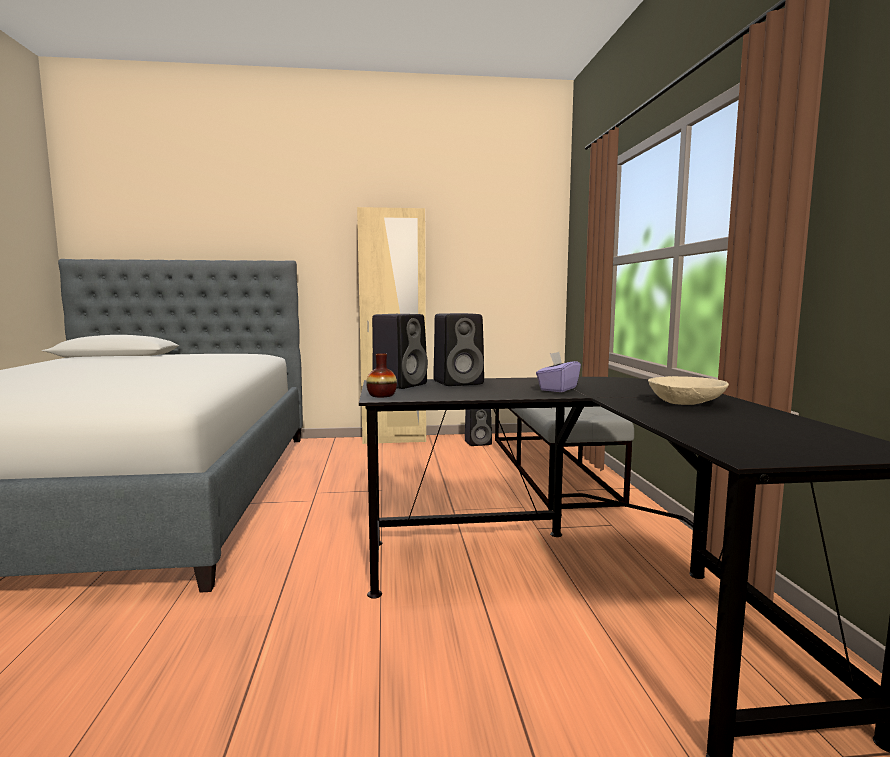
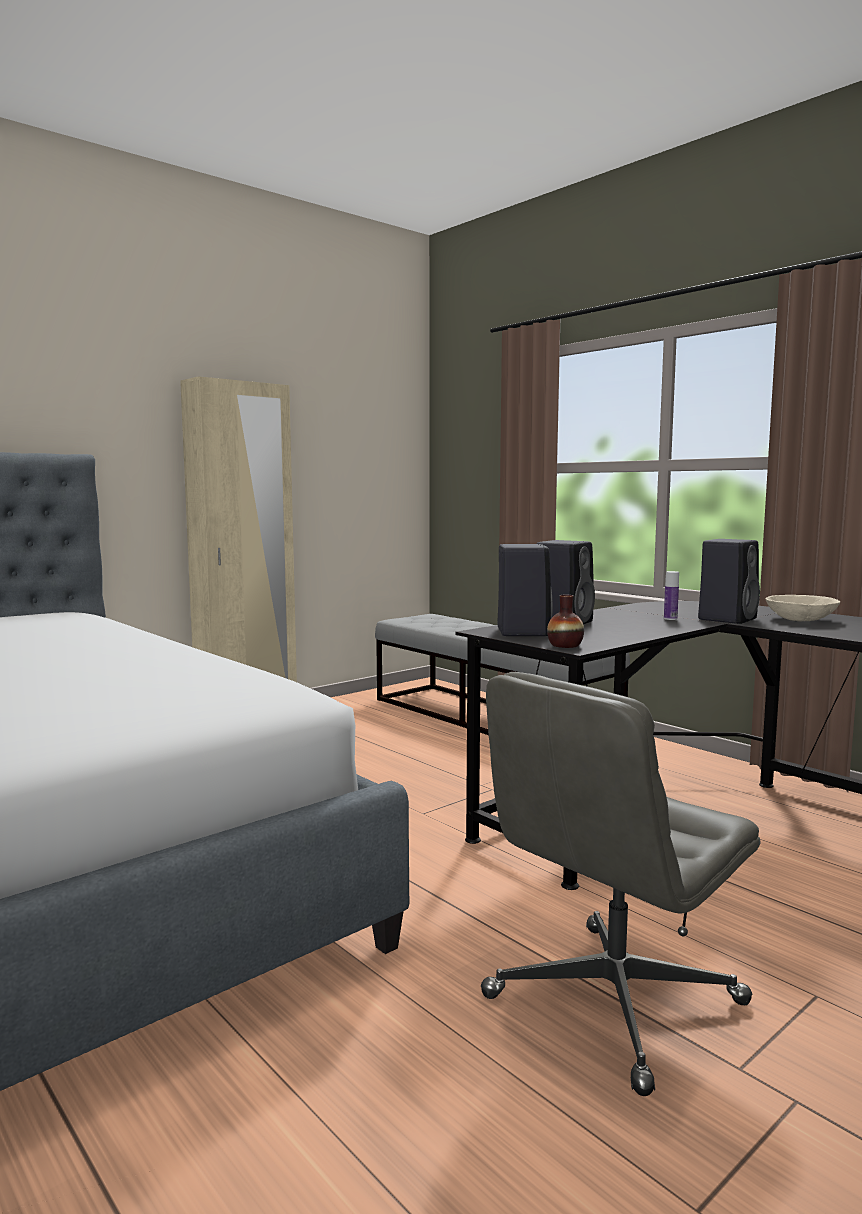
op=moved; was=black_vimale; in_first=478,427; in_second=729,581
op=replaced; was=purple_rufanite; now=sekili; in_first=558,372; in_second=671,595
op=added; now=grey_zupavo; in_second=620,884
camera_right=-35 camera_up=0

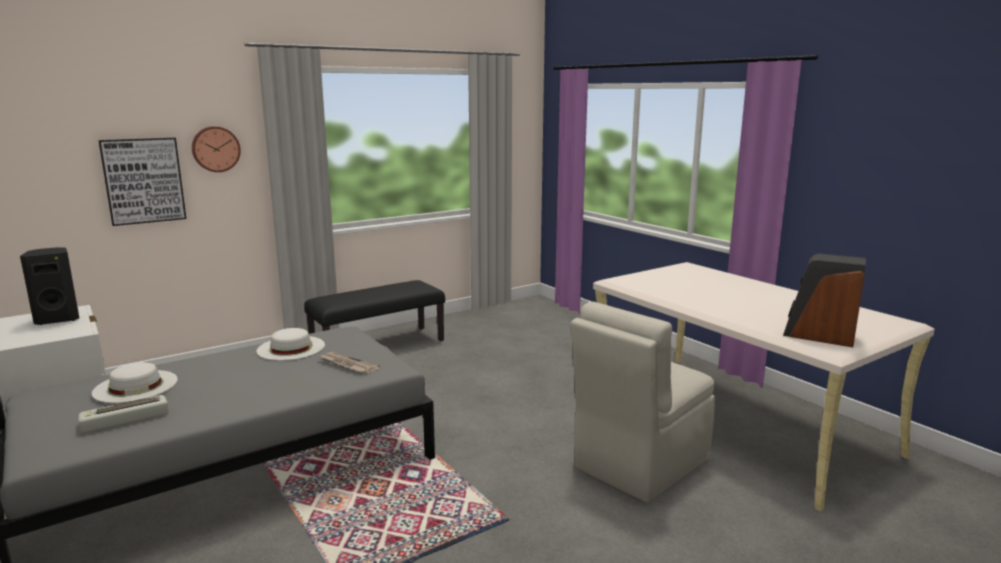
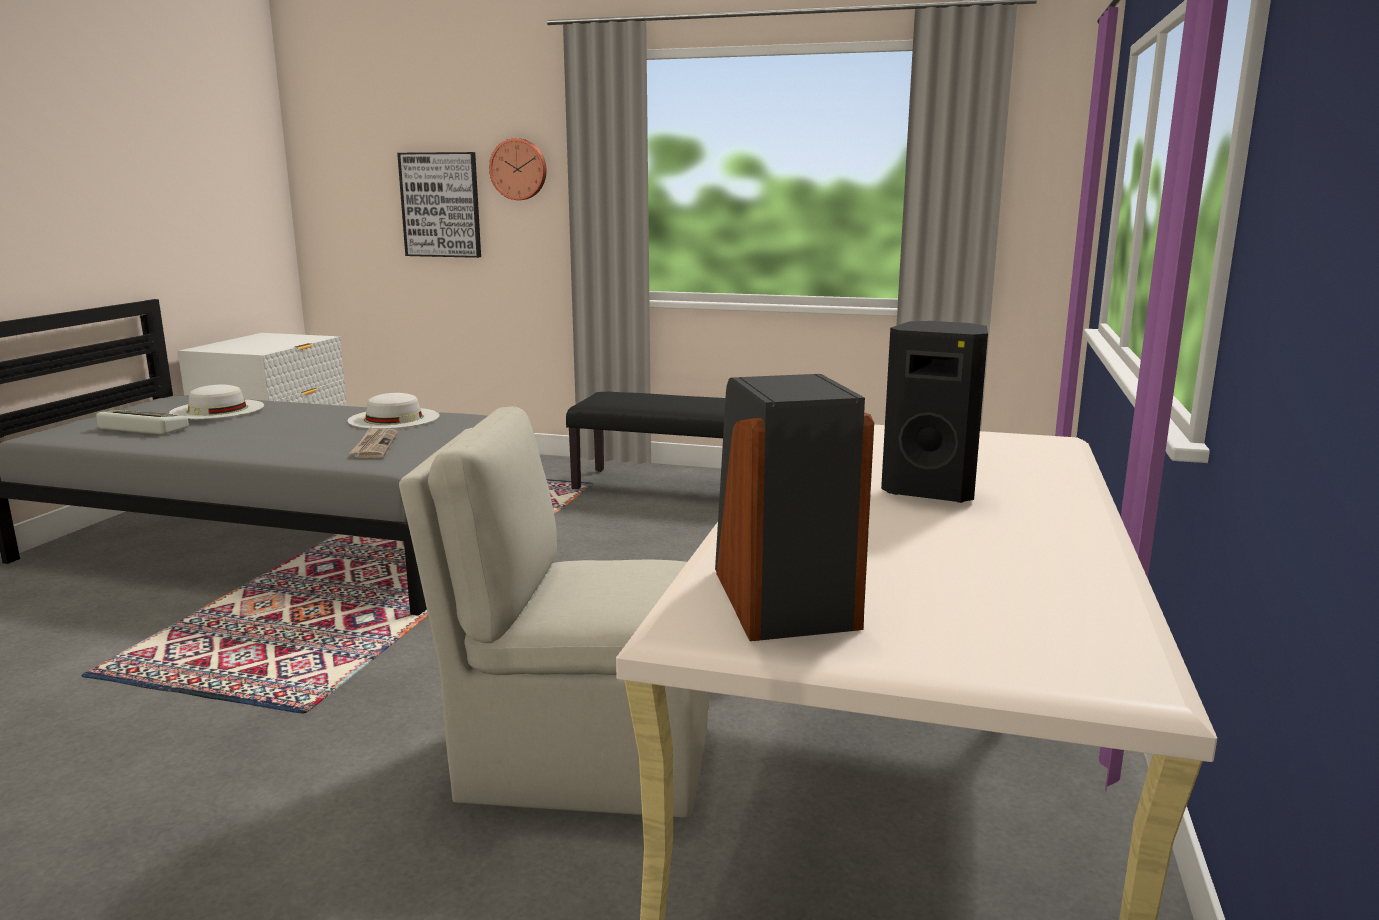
op=moved; was=black_vimale; in_first=49,286; in_second=934,412
camera_right=50 camera_up=0

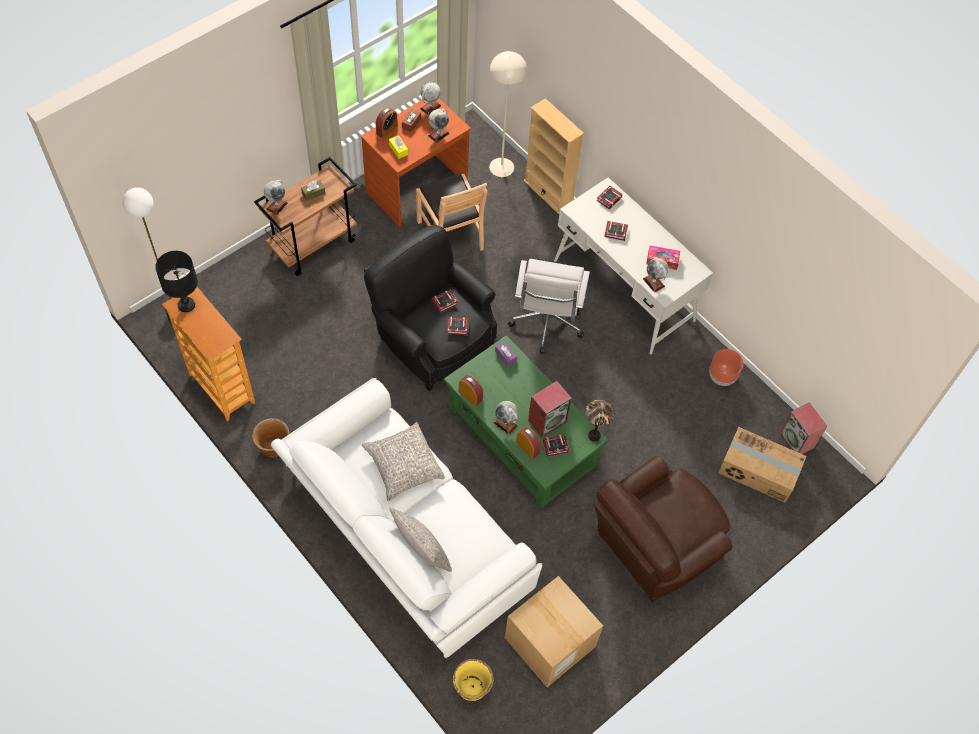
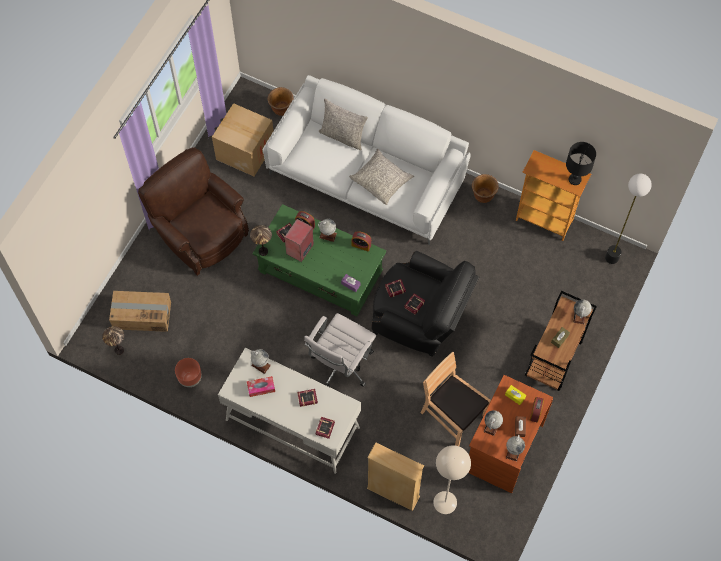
op=recoloured; was=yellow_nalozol; now=brown_nalozol; in_first=473,680; in_second=281,101
op=turned; was=white_zupavo; in_first=549,306; in_second=340,350; clockwise=-135
op=turned; was=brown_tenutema; in_first=662,529; in_second=193,211; clockwise=-75
op=replaced; was=vimale; now=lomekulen; in_first=803,428; in_second=113,340
camera_right=160 camera_up=5

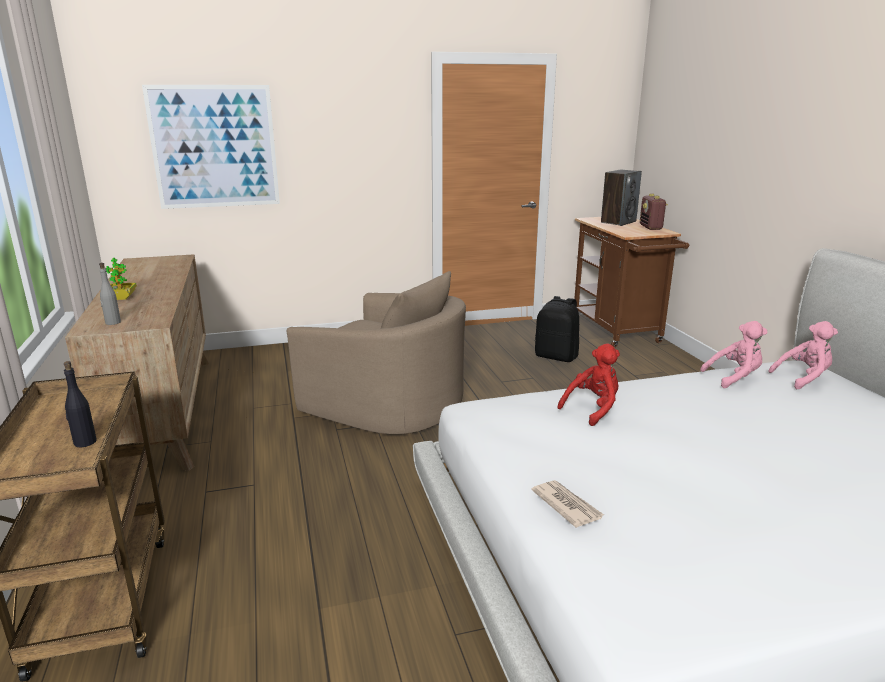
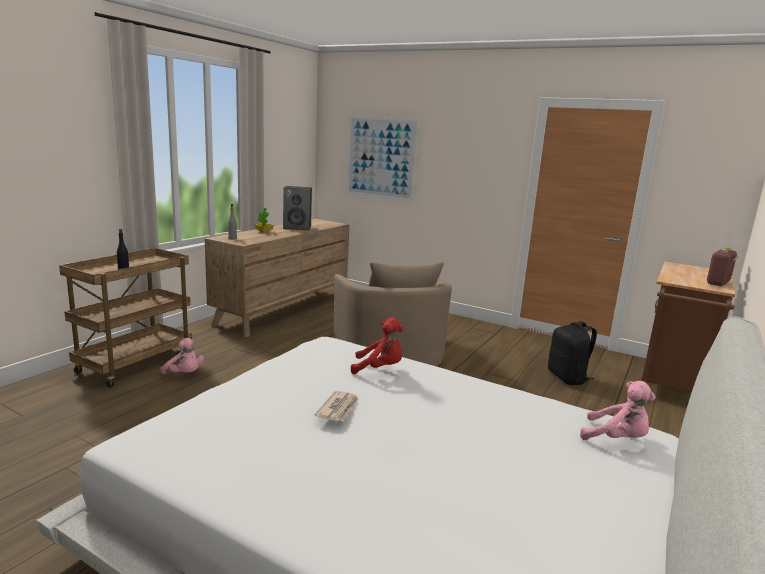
op=moved; was=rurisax; in_first=567,504; in_second=336,406
op=moved; was=vimale; in_first=621,198; in_second=297,208
op=moved; was=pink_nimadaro; in_first=734,354; in_second=182,356
camera_right=45 camera_up=-5

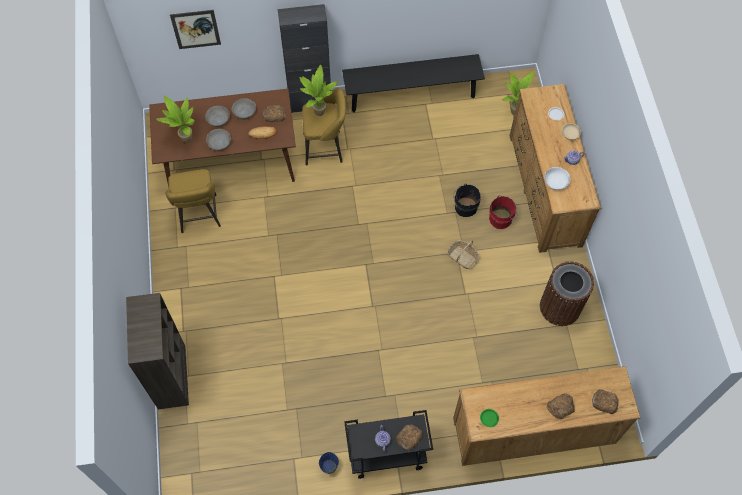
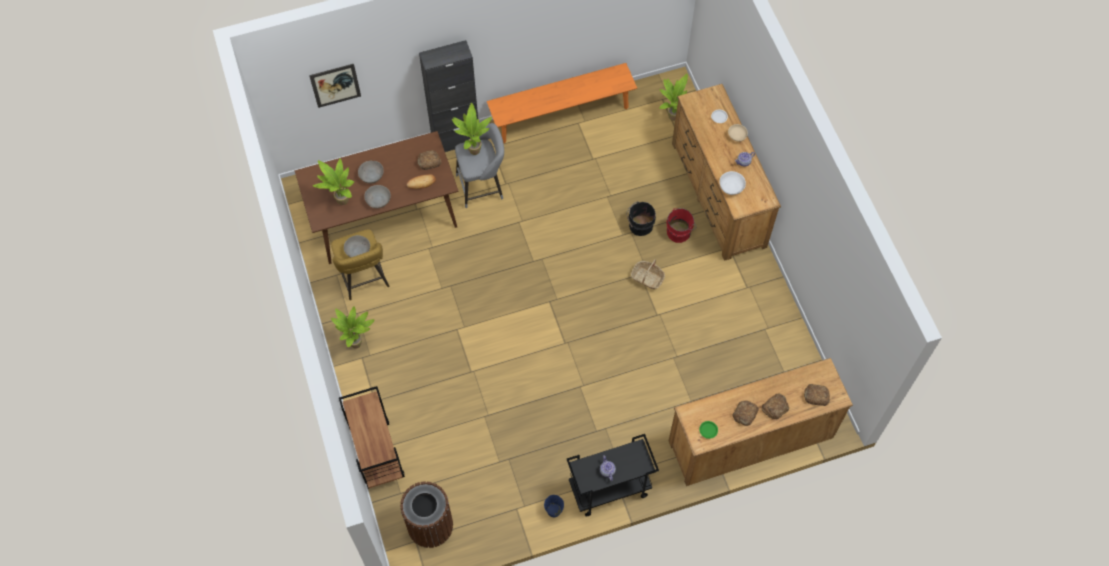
op=replaced; was=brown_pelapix; now=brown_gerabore; in_first=157,351; in_second=372,437
op=moved; was=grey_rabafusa; in_first=244,109; in_second=357,246
op=recoloured; was=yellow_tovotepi; now=grey_tovotepi; in_first=324,127; in_second=479,165
op=recoloured; was=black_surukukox; now=orange_surukukox; in_first=413,83; in_second=562,103
op=moved; was=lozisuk; in_first=409,438; in_second=745,413
op=moved; was=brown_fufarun; in_first=567,293; in_second=426,514
op=added; now=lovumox; in_second=352,327
camera_right=-10 camera_up=0

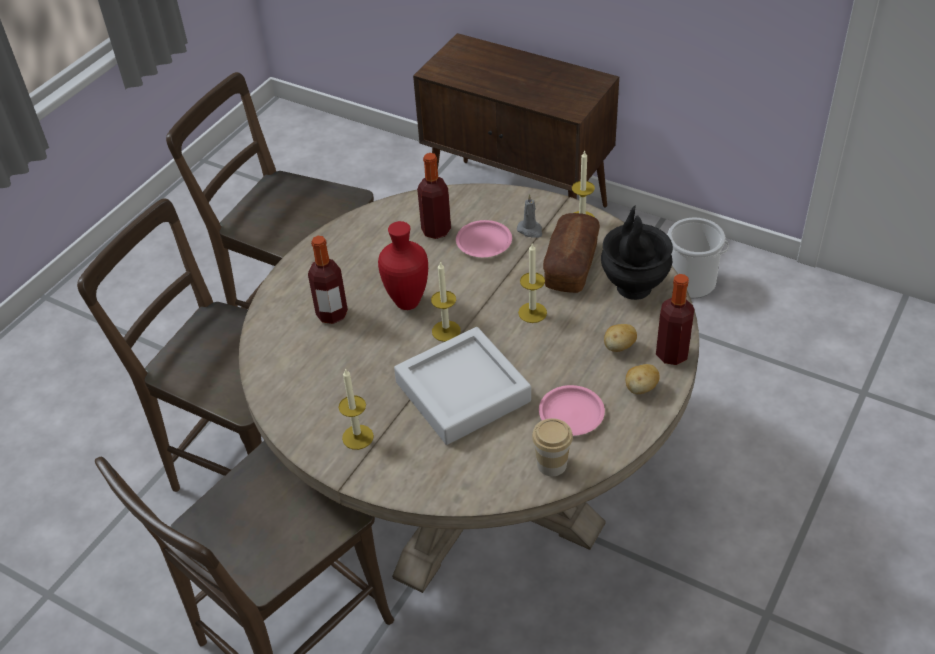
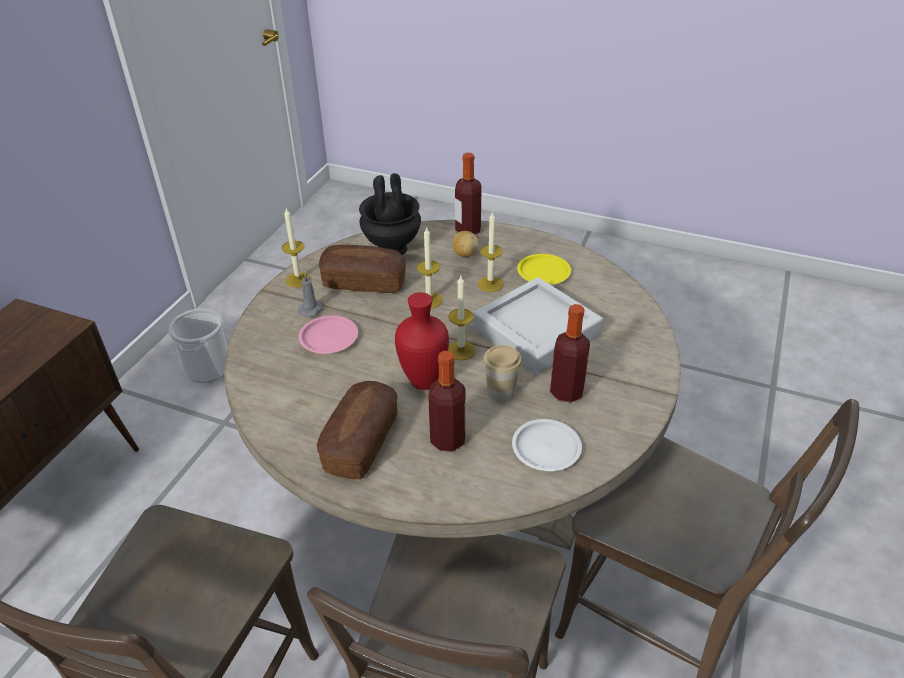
op=moved; was=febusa; in_first=356,409; in_second=490,251
op=moved; was=sekili; in_first=434,196; in_second=570,353
op=moved; was=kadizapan; in_first=552,447; in_second=502,373
op=recoloured; was=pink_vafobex; now=yellow_vafobex; in_first=572,410; in_second=544,269
op=removed; was=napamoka; in_first=643,379
op=added; now=lozisuk; in_second=357,430
op=added; now=white_vafobex; in_second=547,445
camera_right=-100 camera_up=-5

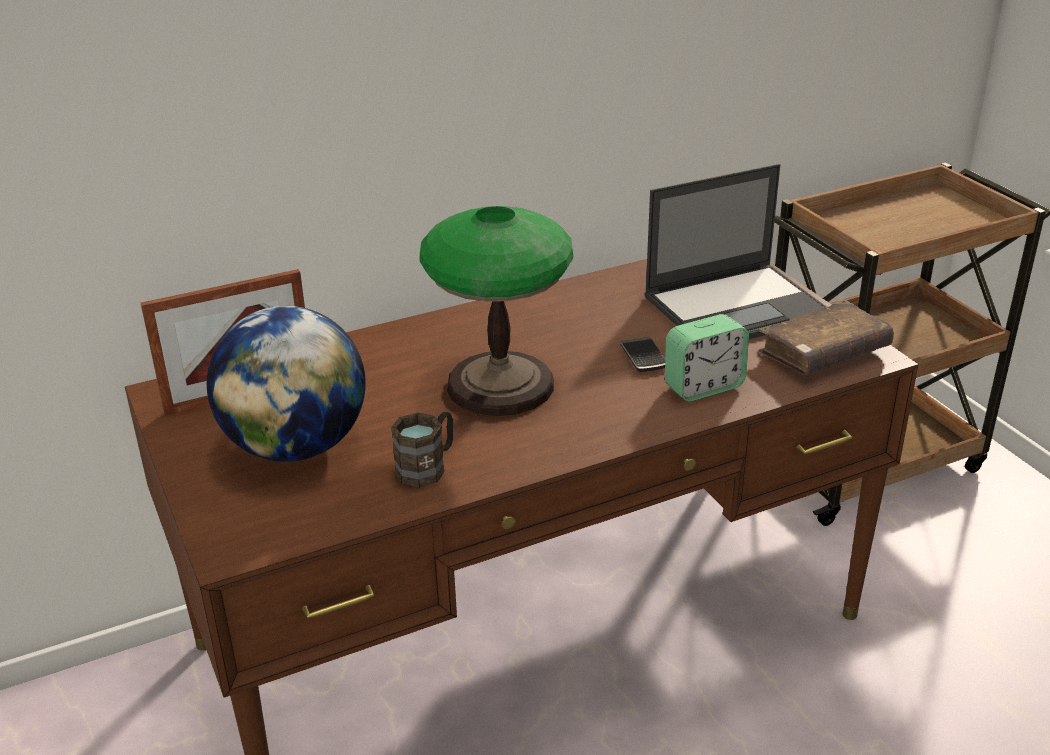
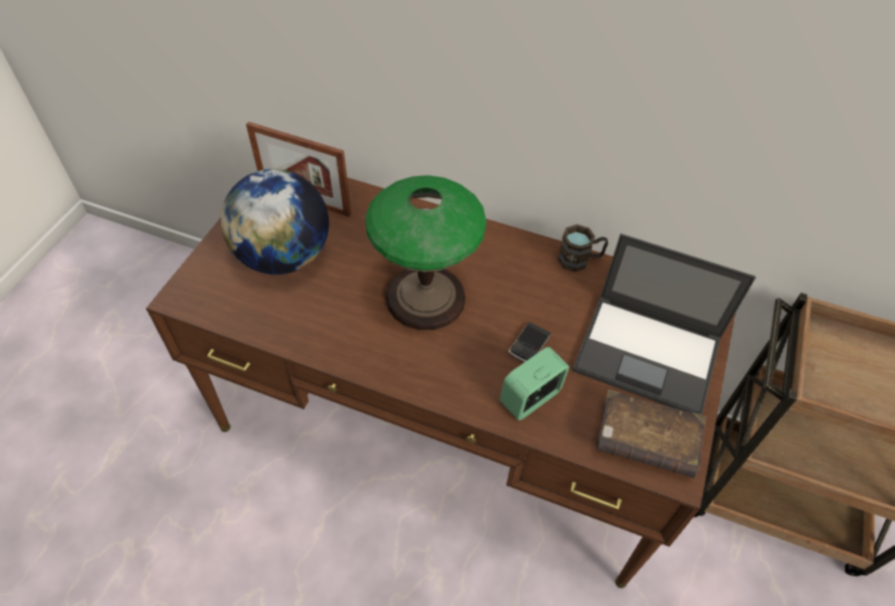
op=moved; was=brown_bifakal; in_first=422,450; in_second=582,248
op=turned; was=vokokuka; in_first=707,357; in_second=534,383; clockwise=120
camera_right=45 camera_up=20

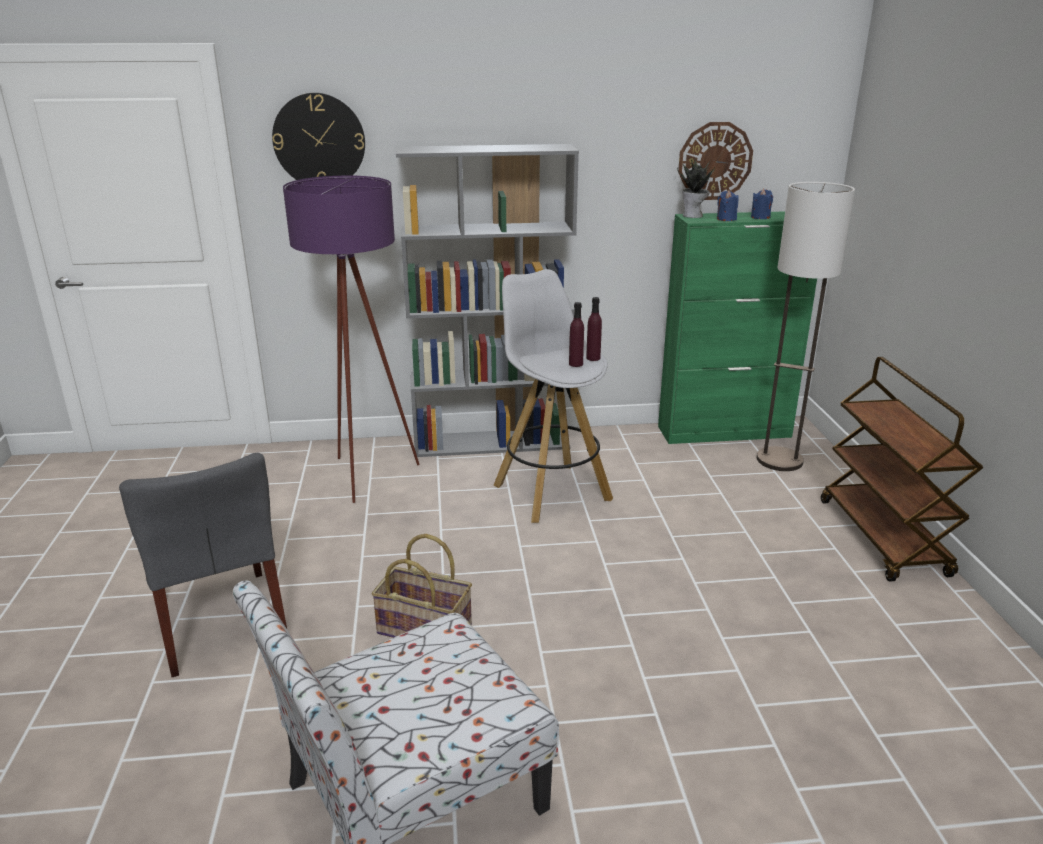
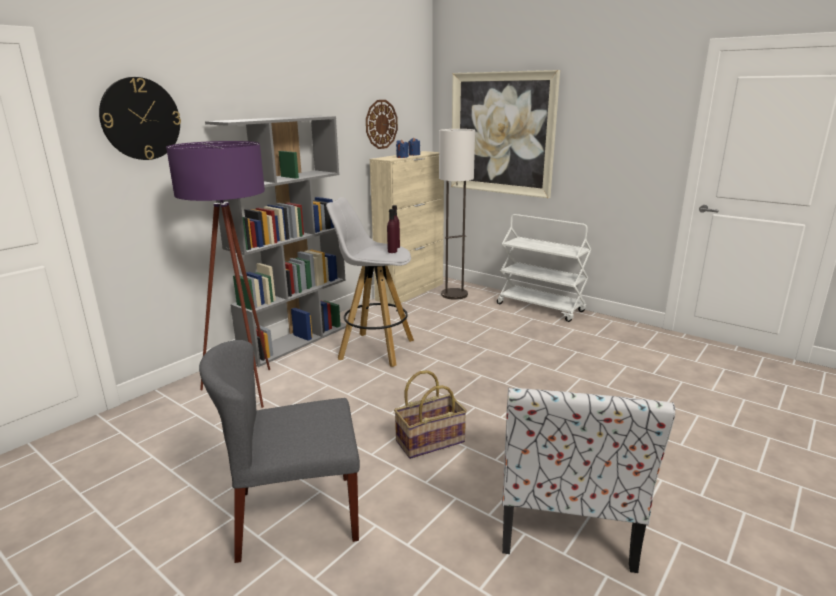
op=turned; was=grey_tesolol; in_first=203,565; in_second=279,451; clockwise=150
op=recoloured; was=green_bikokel; now=beige_bikokel; in_first=737,327; in_second=407,228
op=removed; was=lovumox; in_first=696,187
op=recoloured; was=brown_gerabore; now=white_gerabore; in_first=902,469; in_second=544,268
op=added; now=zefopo; in_second=505,134
camera_right=-45 camera_up=-5

